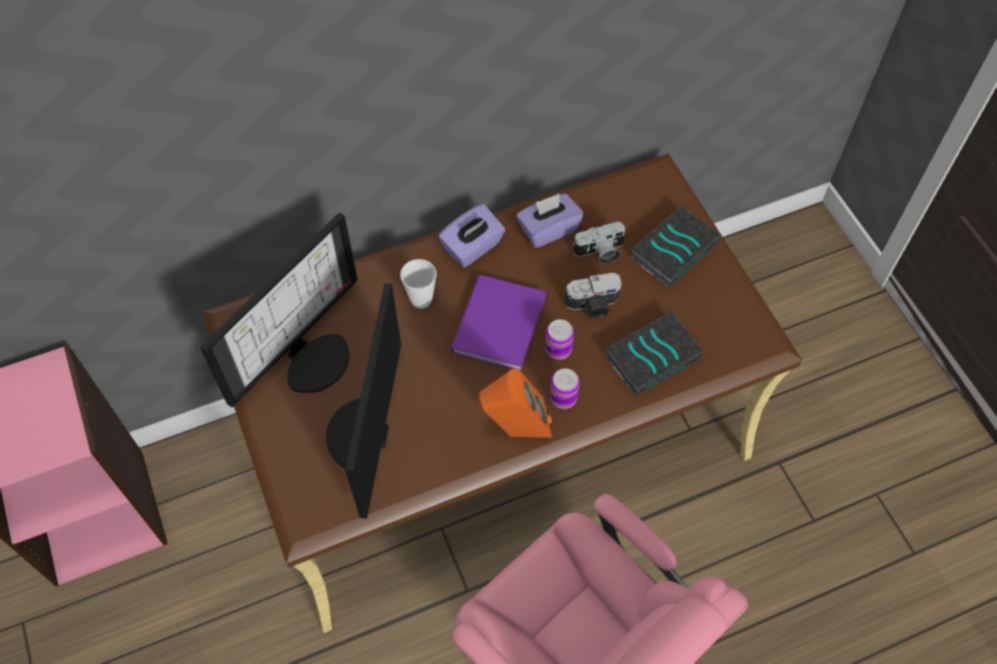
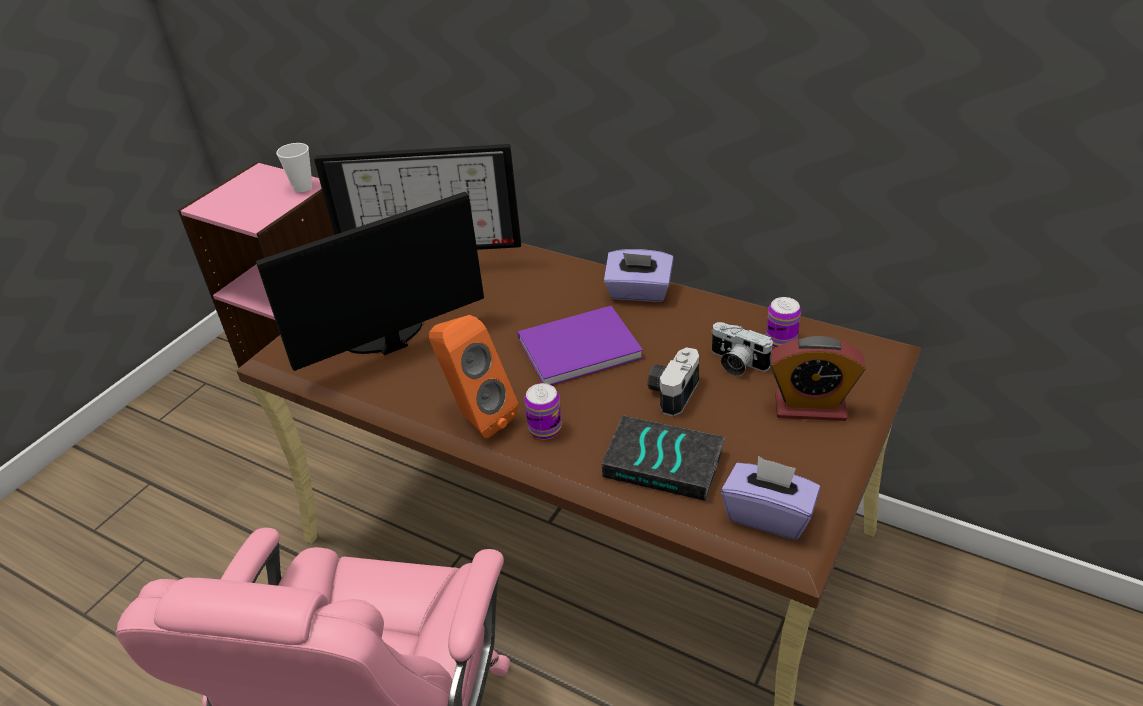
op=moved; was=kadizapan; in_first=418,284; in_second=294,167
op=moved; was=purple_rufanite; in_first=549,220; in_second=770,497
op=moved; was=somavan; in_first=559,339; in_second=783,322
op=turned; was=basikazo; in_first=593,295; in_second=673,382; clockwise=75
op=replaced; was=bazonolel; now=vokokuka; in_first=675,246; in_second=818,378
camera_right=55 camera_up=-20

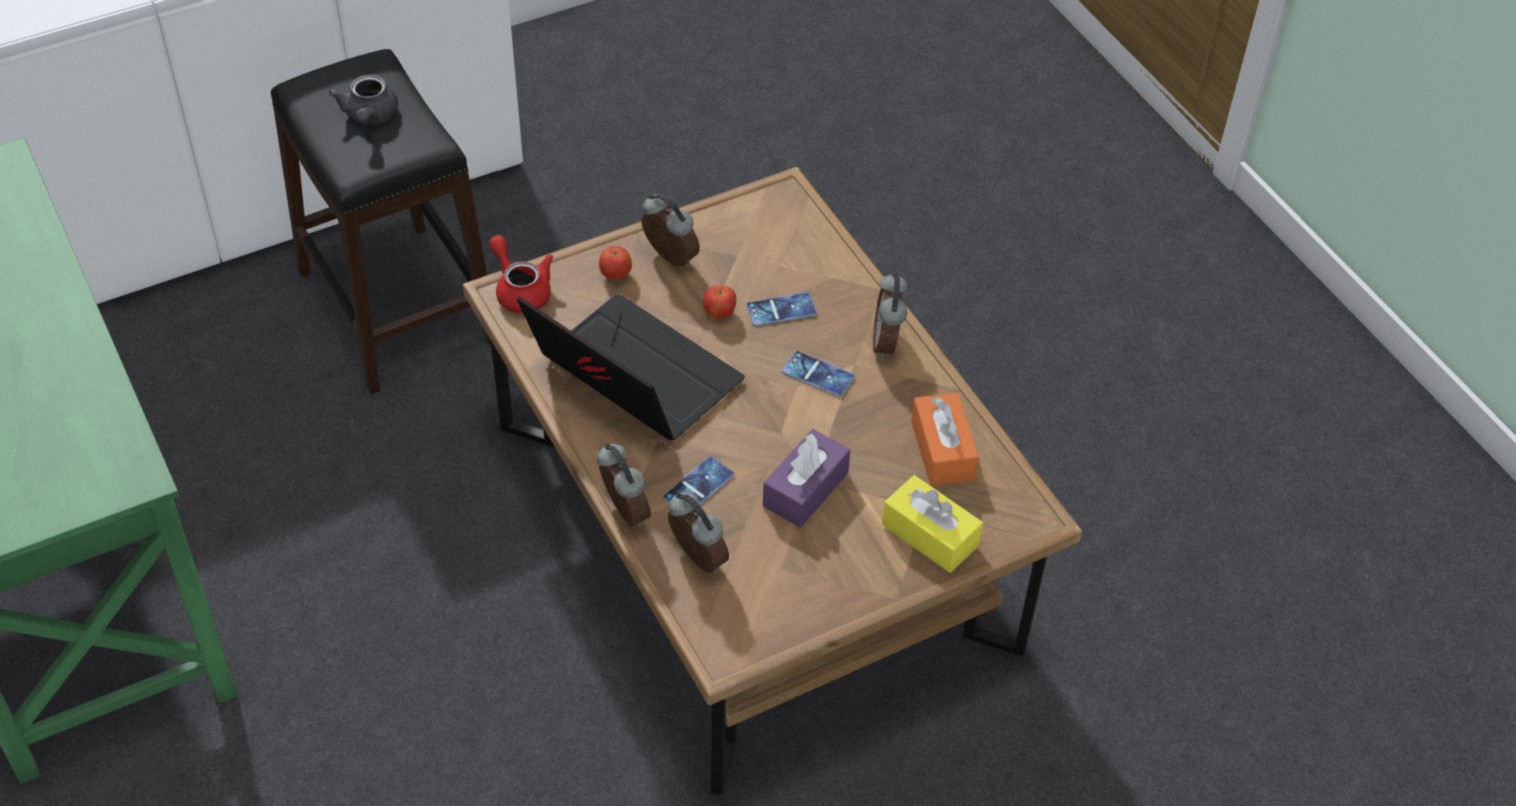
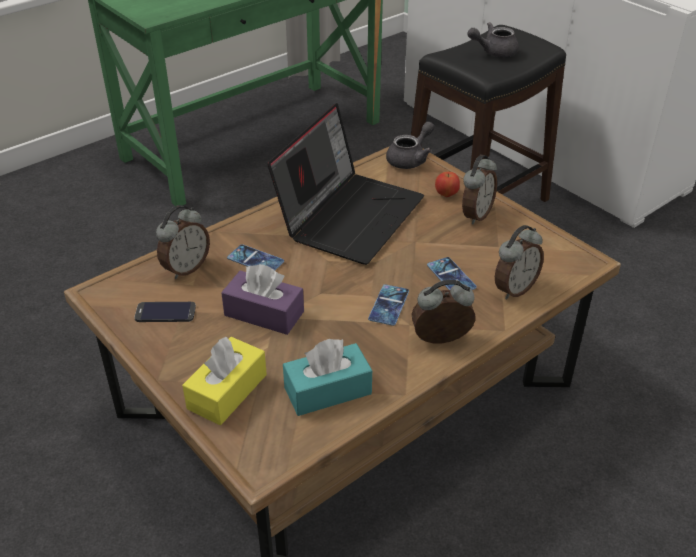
op=recoloured; was=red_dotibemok; now=grey_dotibemok; in_first=521,274; in_second=410,145
op=moved; was=vokokuka; in_first=624,485; in_second=519,262
op=removed; was=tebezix; in_first=719,302
op=recoloured; was=orange_rufanite; now=turquoise_rufanite; in_first=945,439; in_second=327,377
op=added; now=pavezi; in_second=165,312
camera_right=80 camera_up=-10

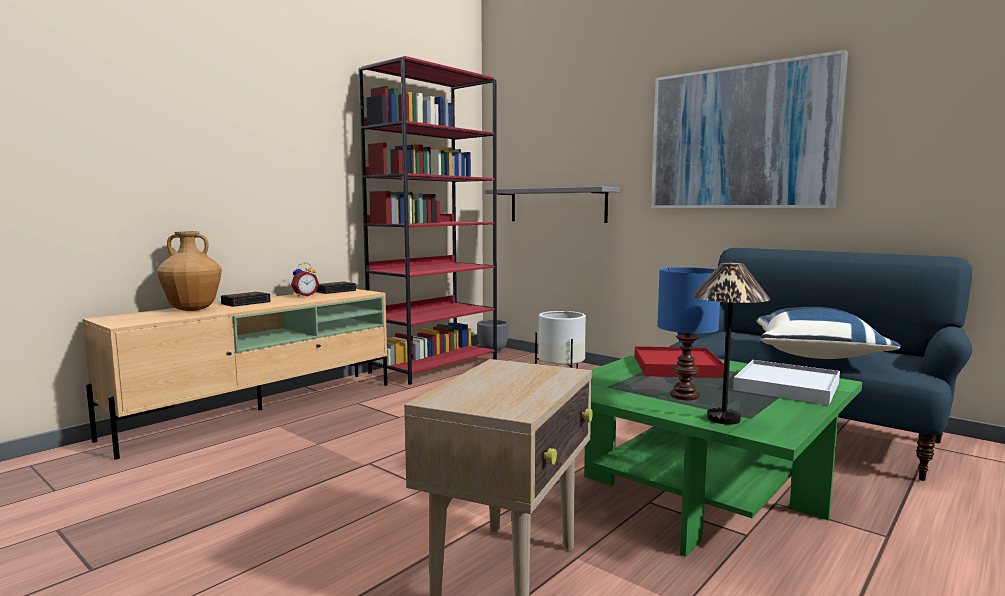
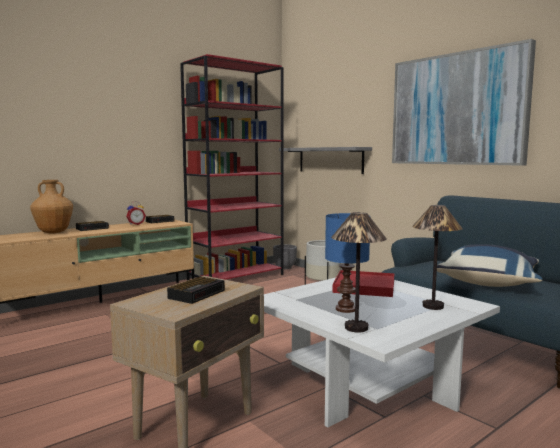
op=recoloured; was=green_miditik; now=white_miditik; in_first=723,455; in_second=382,353
op=replaced; was=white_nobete; now=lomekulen; in_first=786,382; in_second=437,257
op=added; now=vokokuka; in_second=196,290
camera_right=10 camera_up=0

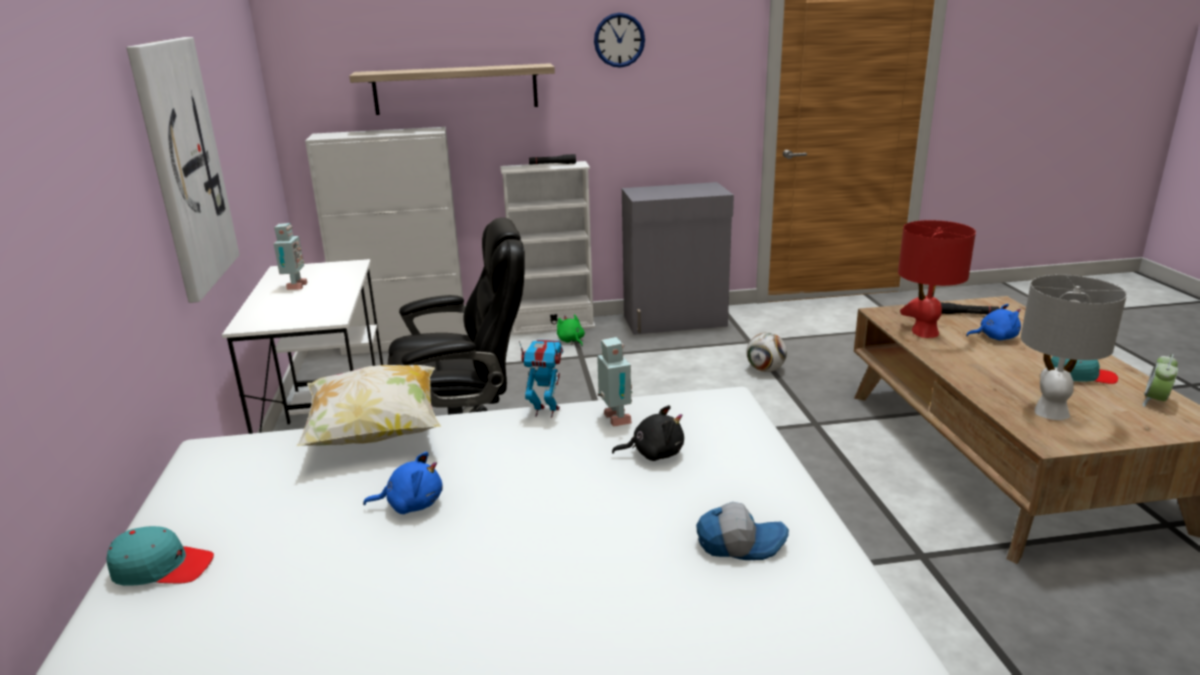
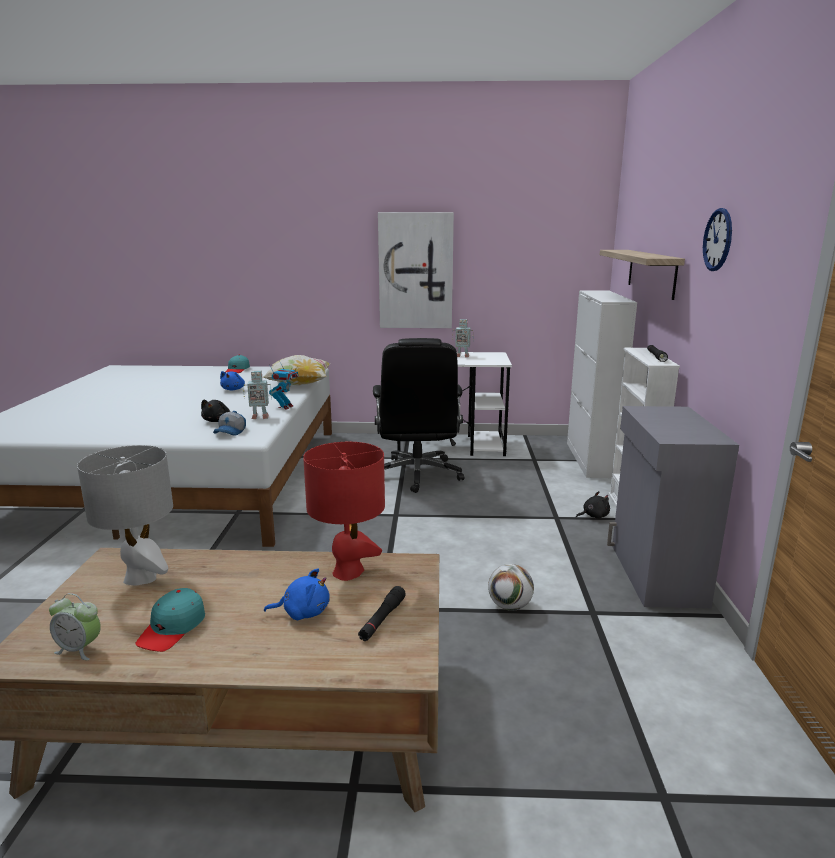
op=recoloured; was=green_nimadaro; now=black_nimadaro; in_first=571,330; in_second=593,505
op=moved; was=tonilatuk; in_first=742,531; in_second=229,423
op=turned; was=blue_nimadaro; in_first=993,322; in_second=297,594; clockwise=-105
op=turned; was=vokokuka; in_first=1160,380; in_second=75,626; clockwise=150
camera_right=100 camera_up=-5

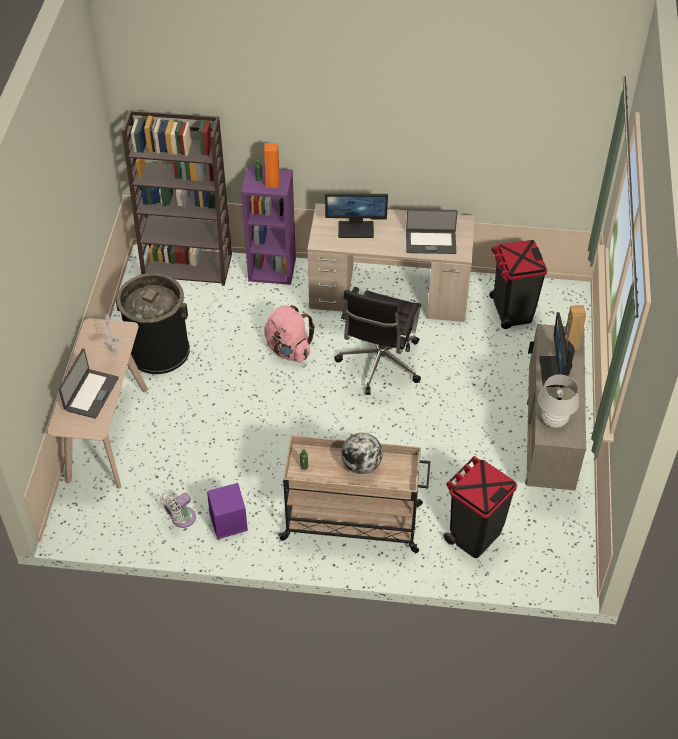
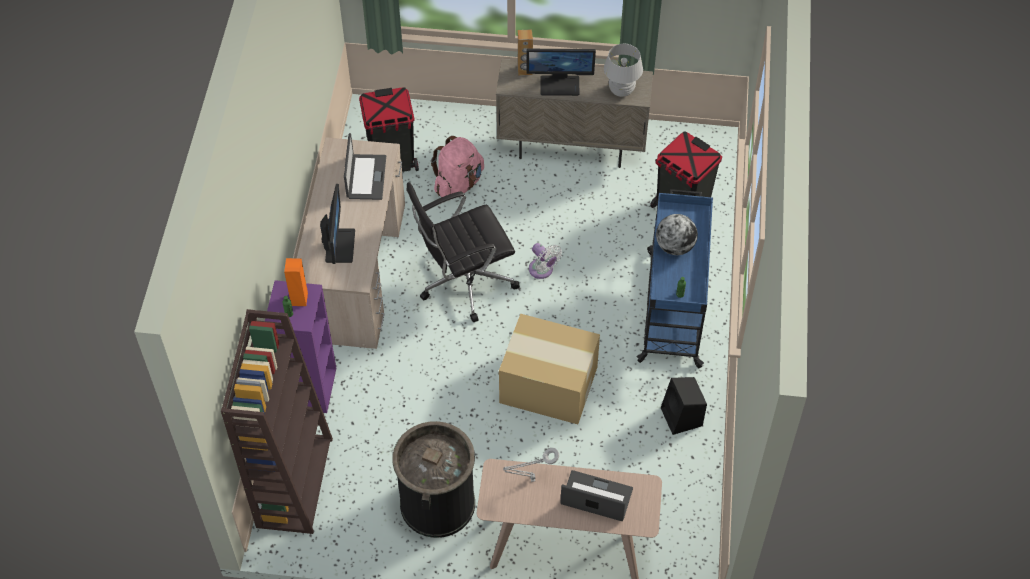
op=moved; was=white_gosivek; in_first=178,510; in_second=545,261
op=recoloured; was=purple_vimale; now=black_vimale; in_first=227,511; in_second=684,406
op=moved; was=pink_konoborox; in_first=289,334; in_second=457,166
op=recoloured; was=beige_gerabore; now=blue_gerabore; in_first=354,494; in_second=675,278
op=turned; was=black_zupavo; in_first=377,341; in_second=463,252; clockwise=135
op=added; now=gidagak; in_second=549,369
camera_right=-90 camera_up=5

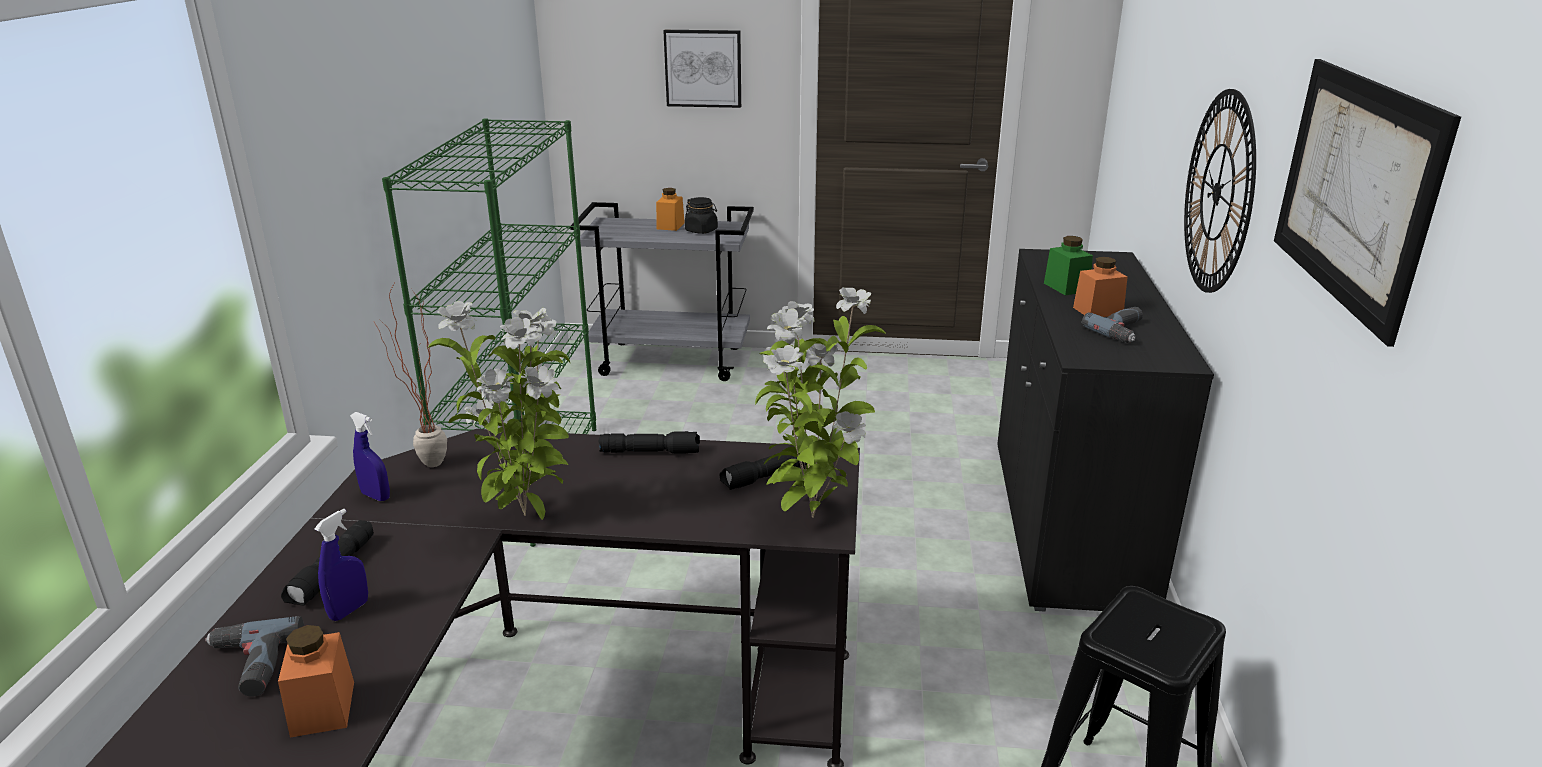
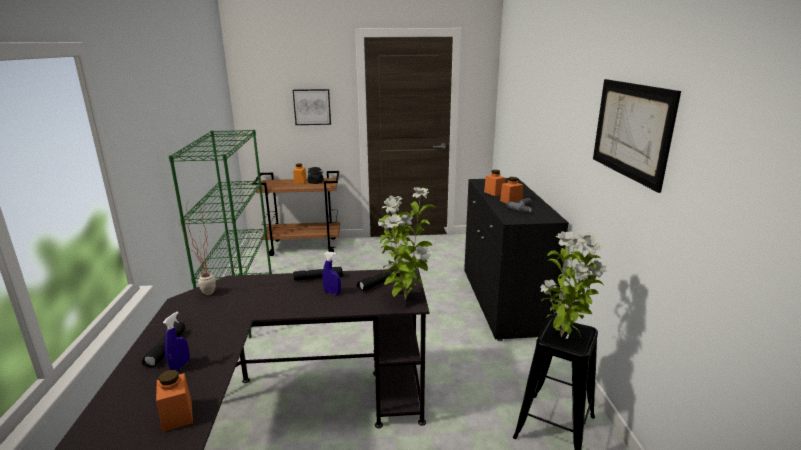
op=removed; was=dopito; in_first=254,656
op=moved; was=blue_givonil; in_first=370,456; in_second=331,273
op=moved; was=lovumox; in_first=499,410; in_second=574,284
op=recoloured; was=grey_gerabore; now=brown_gerabore; in_first=662,291; in_second=296,213
op=recoloured; was=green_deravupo; now=orange_deravupo; in_first=1068,265; in_second=494,183
op=removed; was=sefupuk; in_first=1220,191
camera_right=-10 camera_up=-5

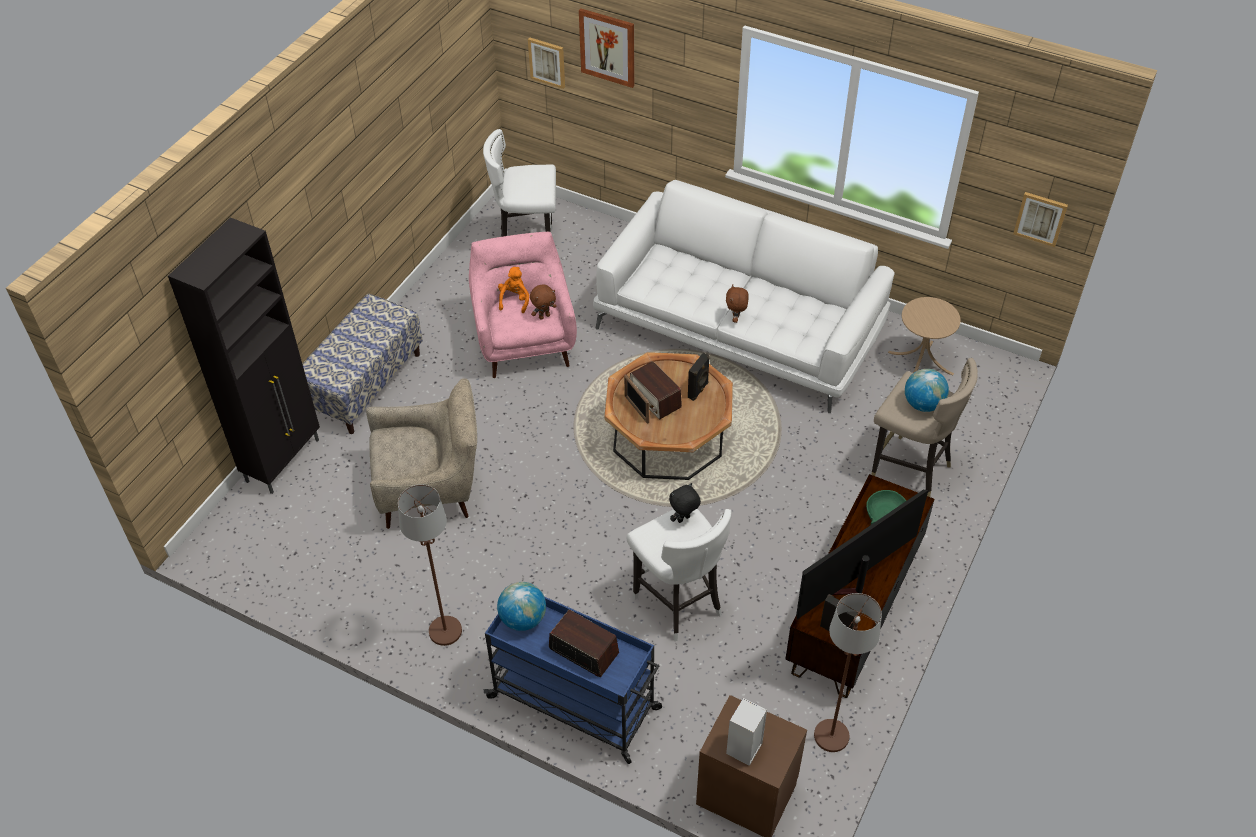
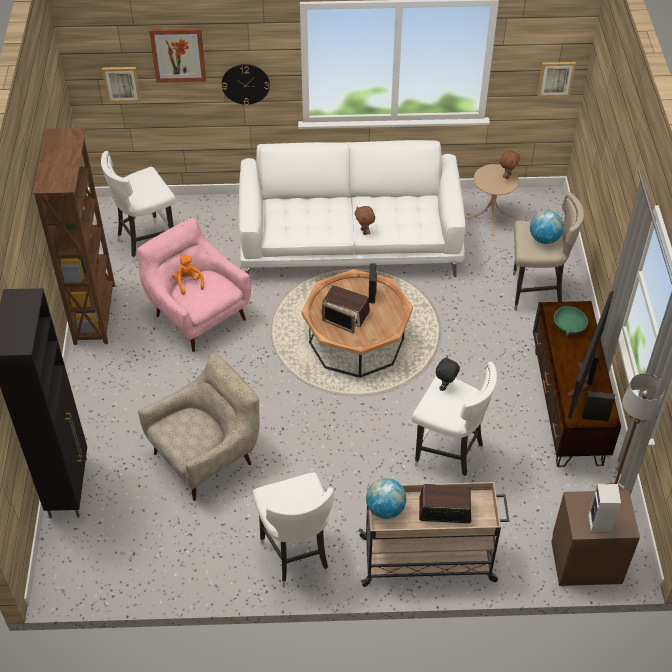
op=removed; was=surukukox; in_first=362,364
op=replaced; was=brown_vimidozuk; now=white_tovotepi; in_first=430,565; in_second=293,530
op=recoloured; was=blue_gerabore; now=beige_gerabore; in_first=573,680; in_second=433,534
op=moved; was=brown_nimadaro; in_first=543,302; in_second=510,164
op=added; now=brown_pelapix; in_second=74,236
op=added; now=sefupuk; in_second=246,84
camera_right=-30 camera_up=0

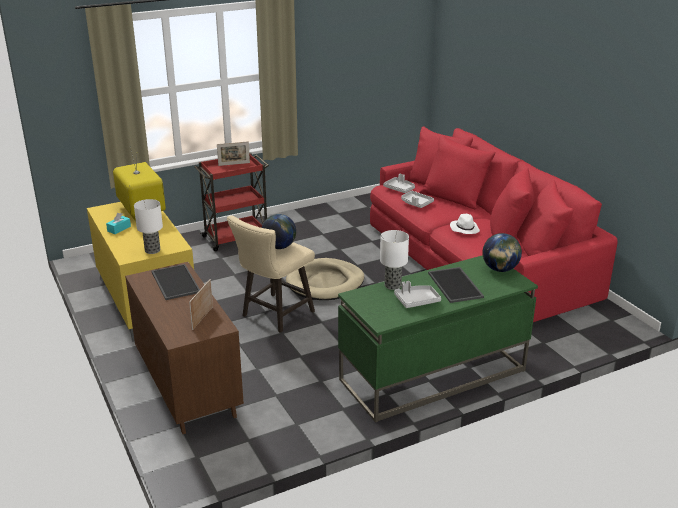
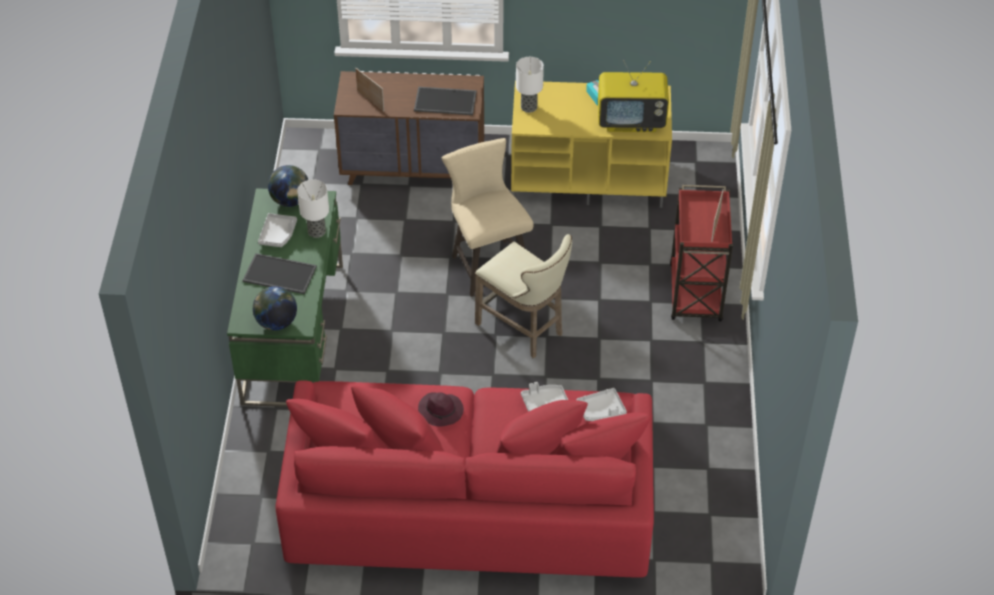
op=moved; was=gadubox; in_first=279,231; in_second=288,186
op=replaced; was=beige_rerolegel; now=beige_tovotepi; in_first=325,279; in_second=523,296
op=recoloured; was=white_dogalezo; now=purple_dogalezo; in_first=465,224; in_second=441,409
camera_right=120 camera_up=20

